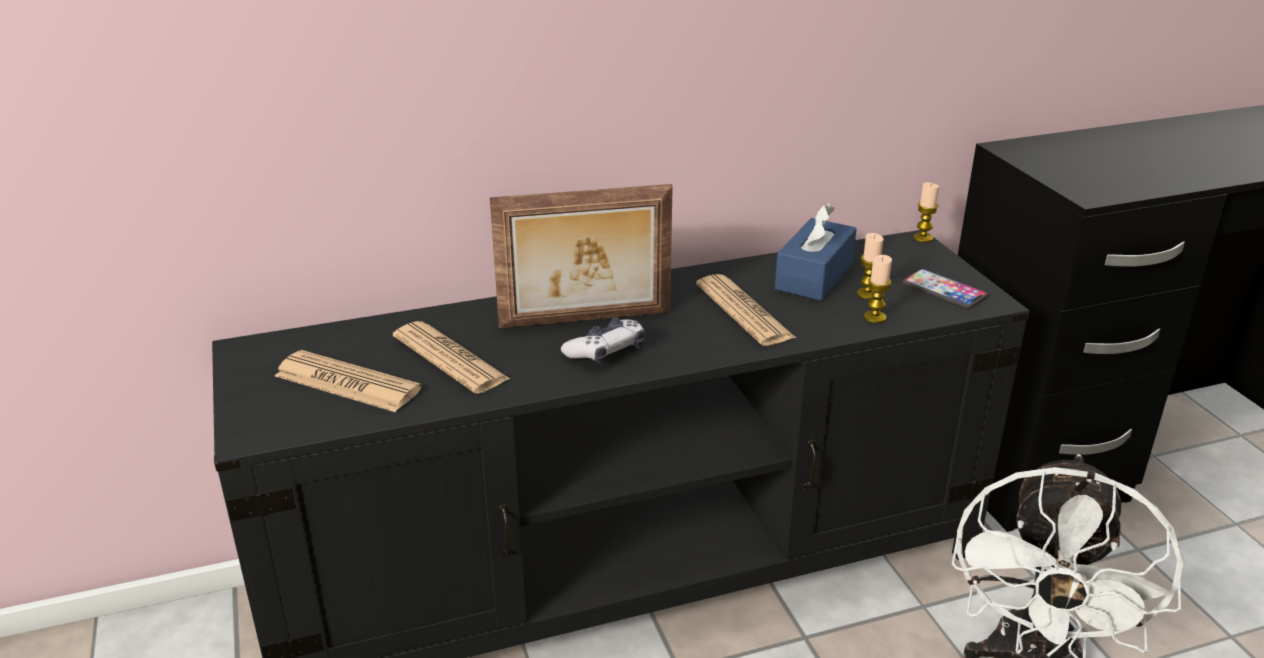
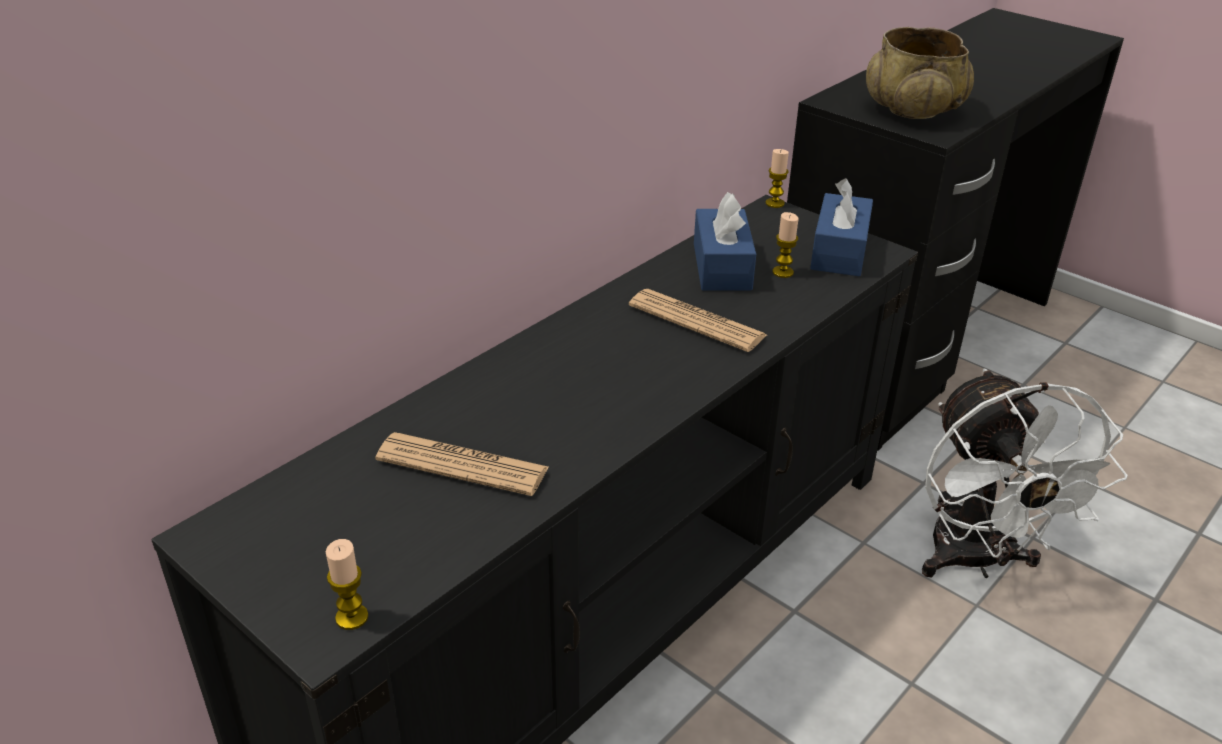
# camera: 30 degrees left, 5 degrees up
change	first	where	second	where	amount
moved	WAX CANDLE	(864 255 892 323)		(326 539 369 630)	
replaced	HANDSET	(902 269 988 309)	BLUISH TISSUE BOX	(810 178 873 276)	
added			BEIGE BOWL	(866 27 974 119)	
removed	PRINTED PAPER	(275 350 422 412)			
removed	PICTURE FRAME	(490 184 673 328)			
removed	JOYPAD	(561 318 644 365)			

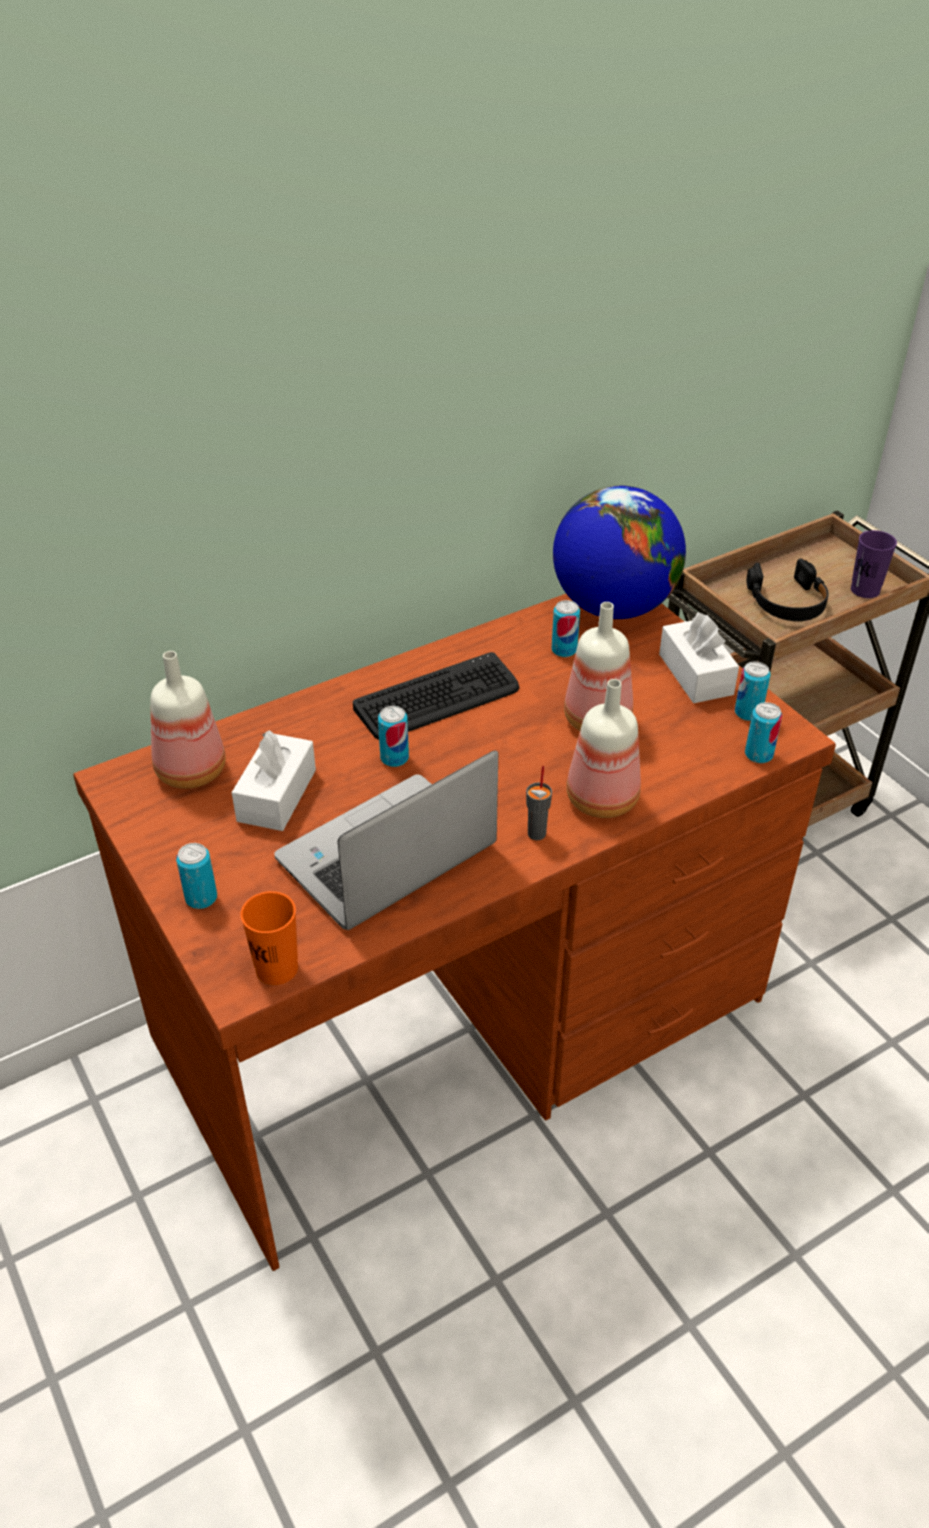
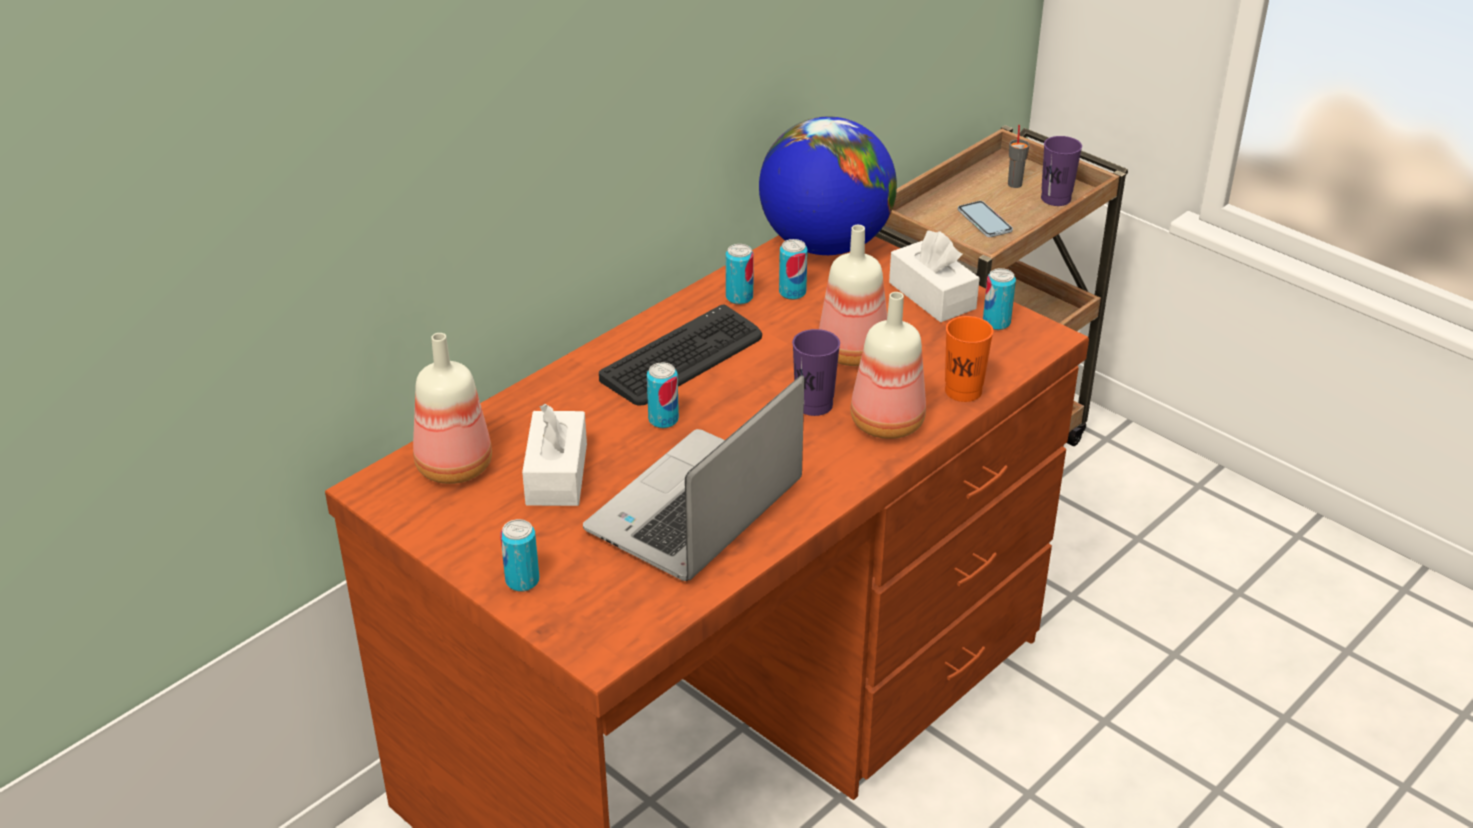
# camera: 15 degrees left, 5 degrees down
change	first	where	second	where	amount
moved	METAL CAN	(745 702 782 763)		(726 244 754 305)	
added			PURPLE CUP	(792 329 840 416)	
moved	ORANGE CUP	(240 891 298 985)		(945 316 993 402)	
replaced	BLACK HEADPHONES	(746 558 829 621)	HANDSET	(958 201 1013 237)	
moved	GREYISH CUP	(526 766 552 840)		(1008 125 1029 188)	

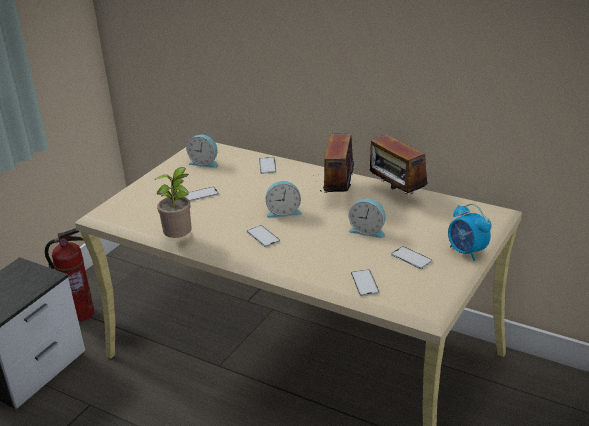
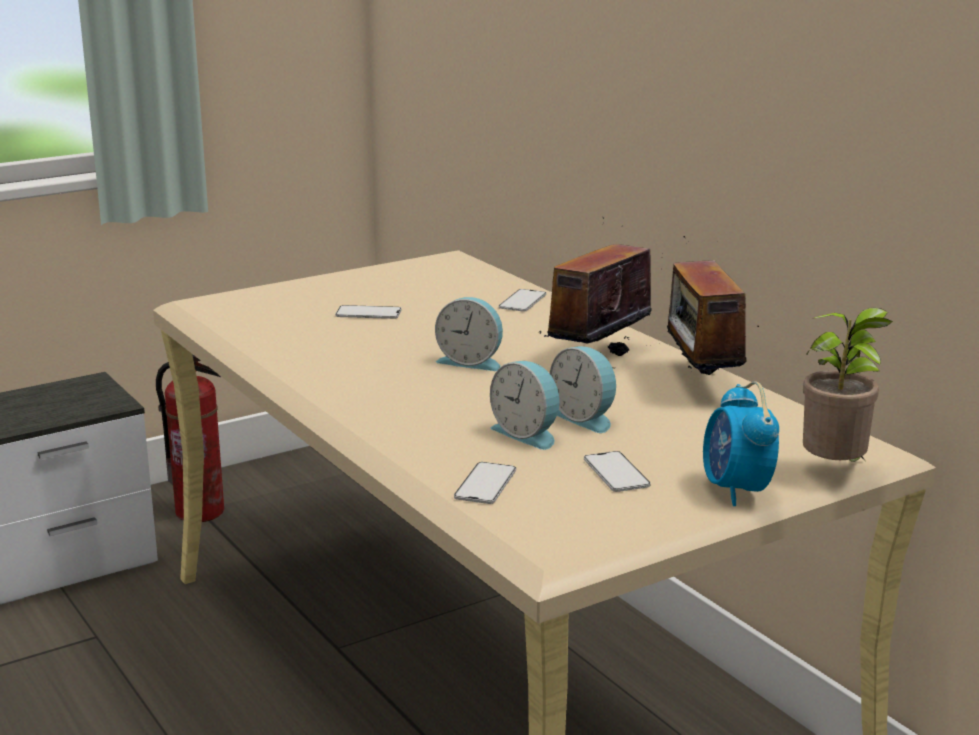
# camera: 25 degrees right, 10 degrees down
change	first	where	second	where	amount
moved	ALARM CLOCK	(186 135 218 168)		(490 361 559 450)	
moved	POTTED PLANT	(154 167 192 238)		(803 308 893 462)	
removed	HANDSET	(247 225 280 247)			

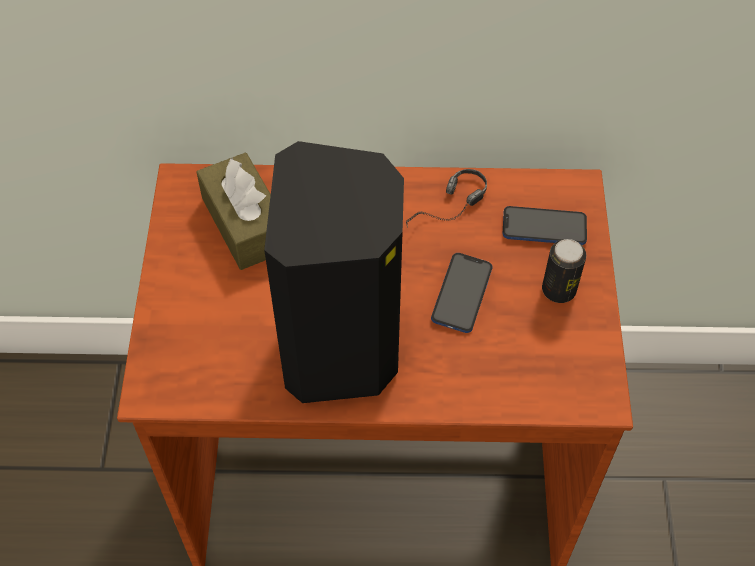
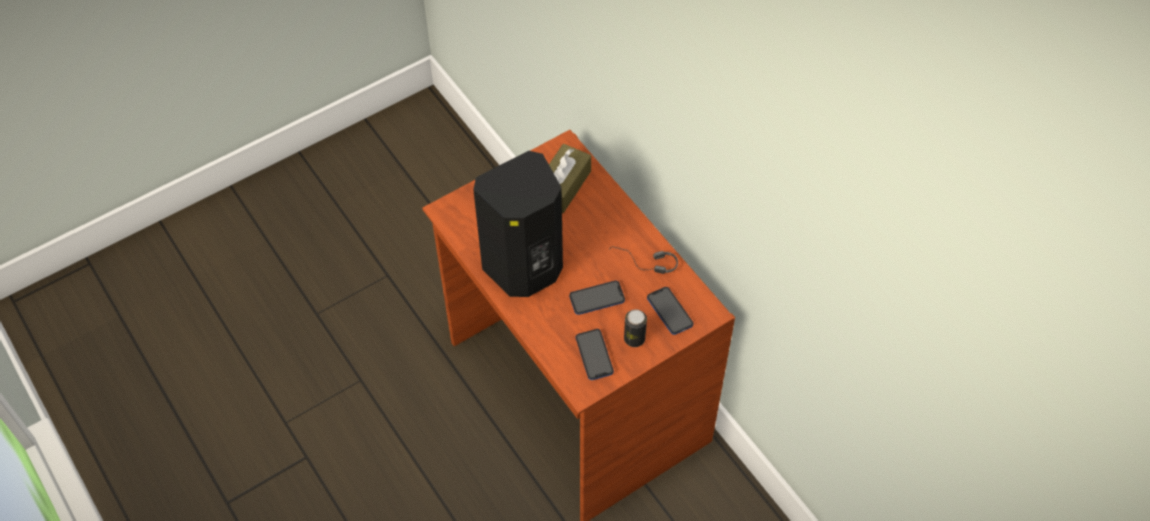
# camera: 55 degrees right, 0 degrees up
change	first	where	second	where	amount
added			HANDSET	(576 329 614 380)	

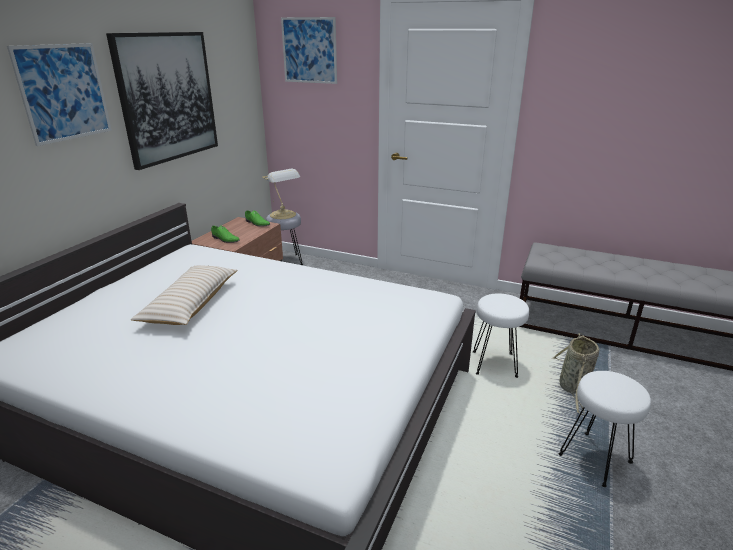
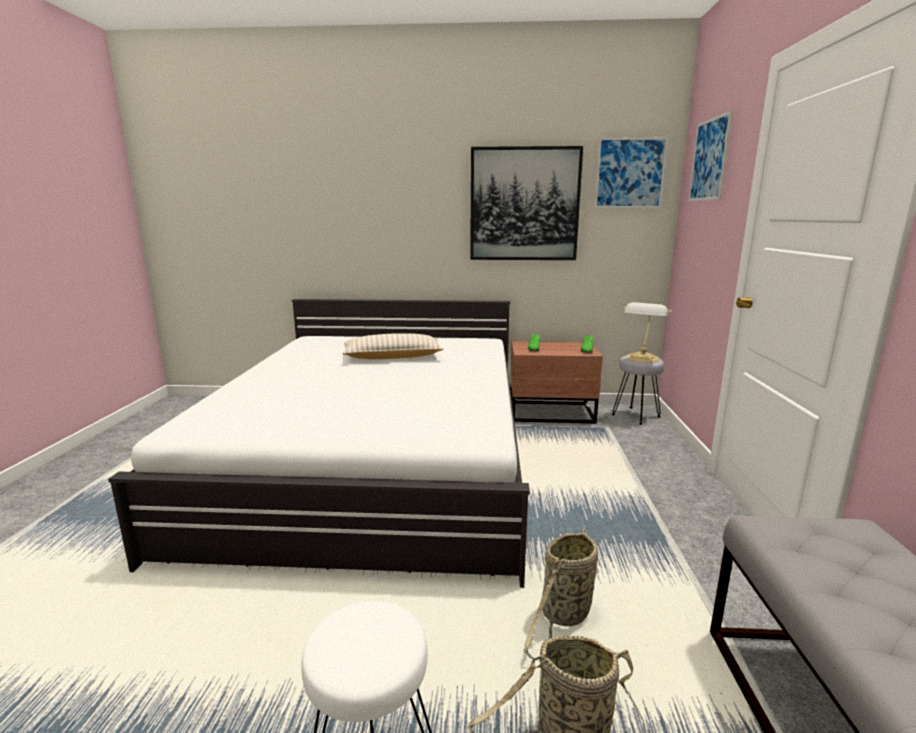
# camera: 70 degrees right, 10 degrees down
change	first	where	second	where	amount
replaced	WHITE SITTING STOOL	(473 293 529 378)	STORAGE BASKET	(524 528 598 661)	
moved	WALL PICTURE	(7 43 112 146)		(594 137 668 208)	

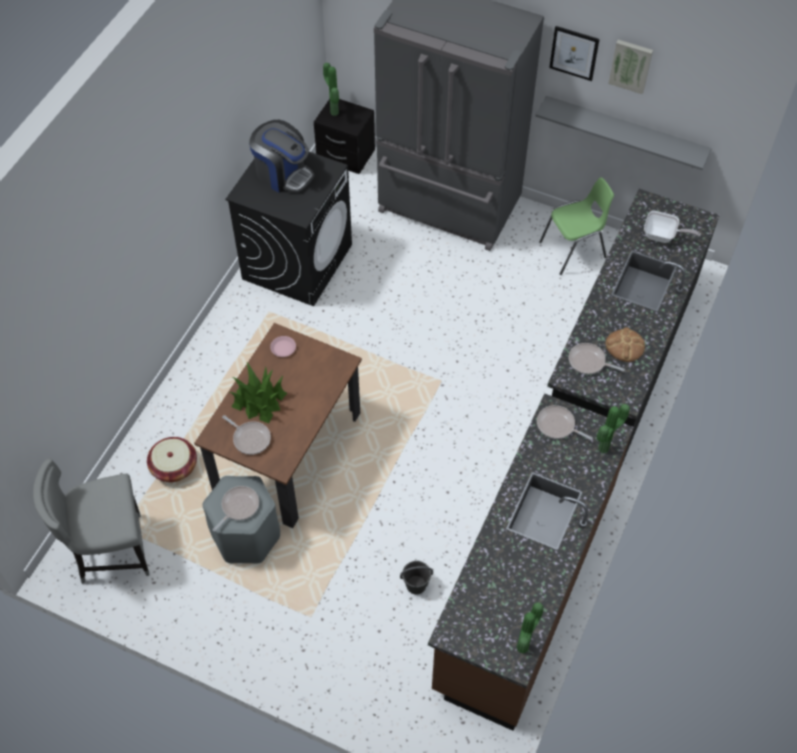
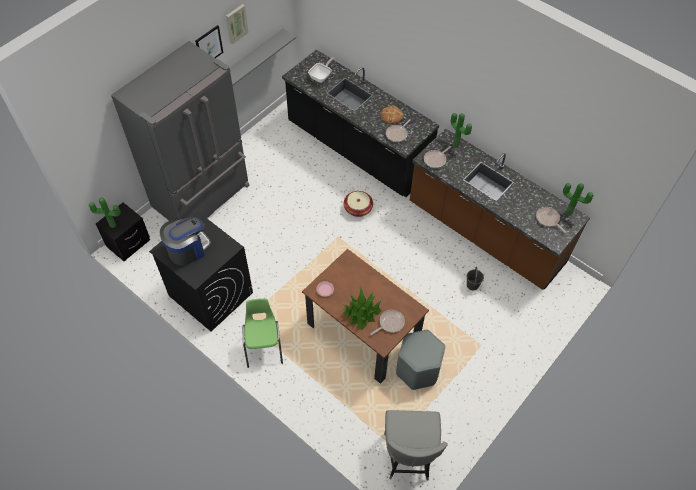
# camera: 75 degrees left, 0 degrees up
change	first	where	second	where	amount
moved	GREEN PLAIN CHAIR	(539 177 614 275)		(243 298 283 368)	
moved	STORAGE BASKET	(147 437 197 482)		(344 191 373 217)	
moved	PAN	(213 486 259 531)		(536 207 567 233)	

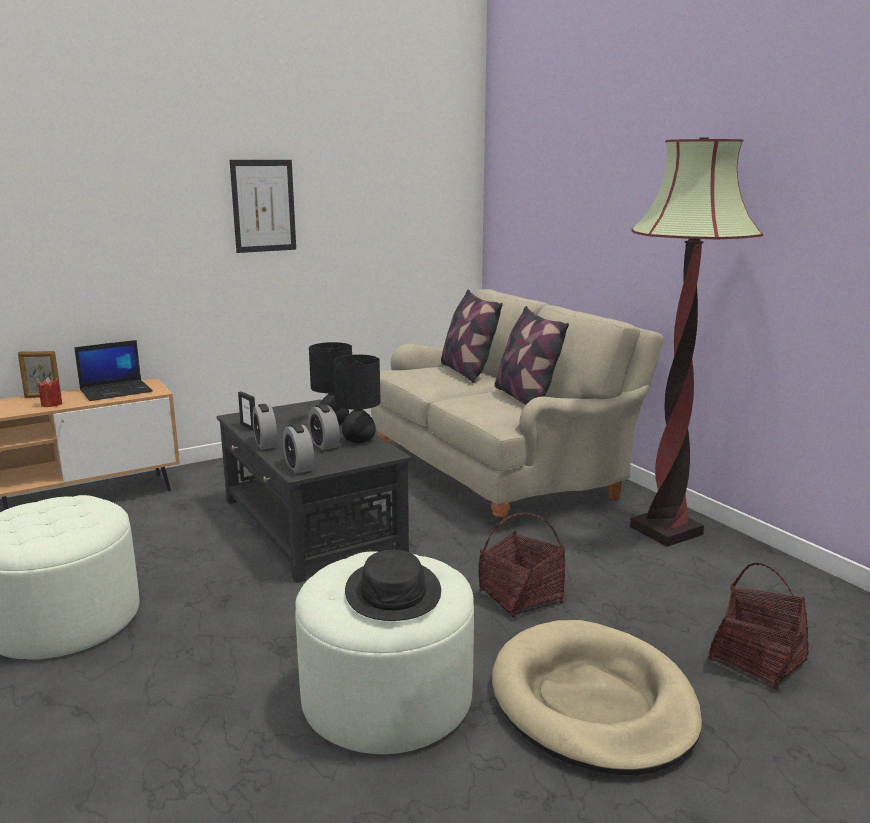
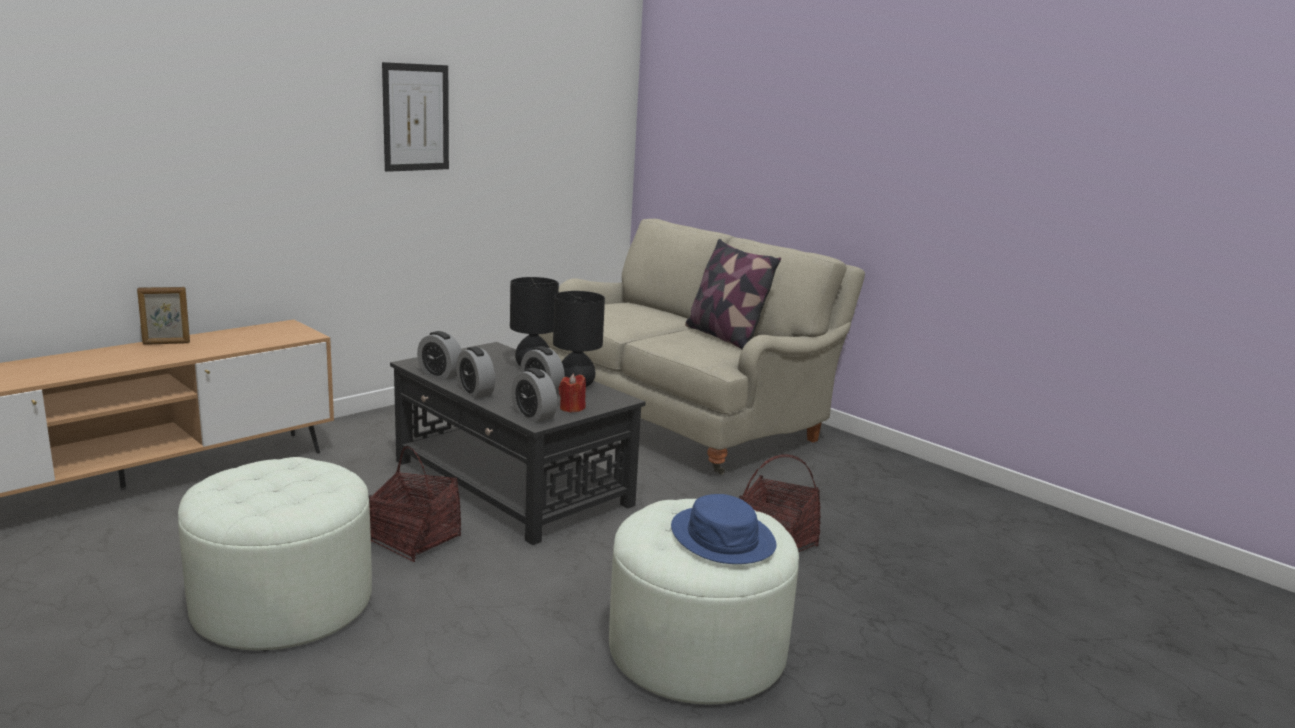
# camera: 15 degrees left, 0 degrees up
change	first	where	second	where	amount
moved	STORAGE BASKET	(708 563 809 691)		(368 446 461 562)	
replaced	PICTURE FRAME	(238 391 255 431)	ALARM CLOCK	(417 331 462 380)	
moved	REDDISH WAX CANDLE	(38 377 62 407)		(559 374 586 413)	
recoloured	BLACK WEARABLE HAT	(345 550 441 621)	BLUISH WEARABLE HAT	(671 494 776 564)	
removed	PORTABLE COMPUTER	(74 340 153 401)			
removed	PILLOW	(441 289 503 383)			
removed	BEIGE DOG BED	(492 620 702 775)			
removed	STANDARD LAMP	(630 137 763 547)			

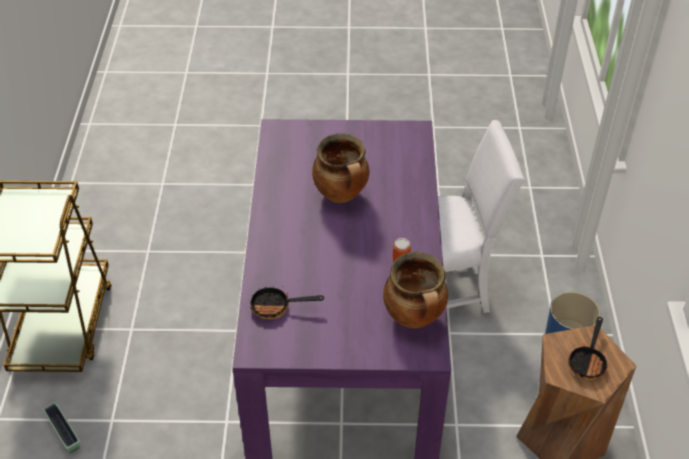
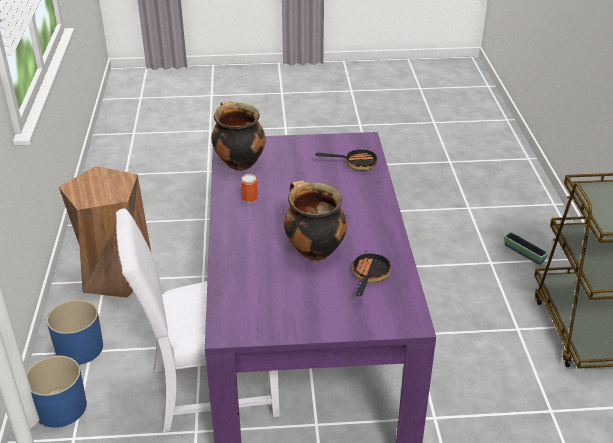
# camera: 175 degrees right, 10 degrees down
change	first	where	second	where	amount
added			BLUISH FLOWER POT	(27 356 87 428)	
moved	PAN	(568 317 608 381)		(352 250 392 296)	

